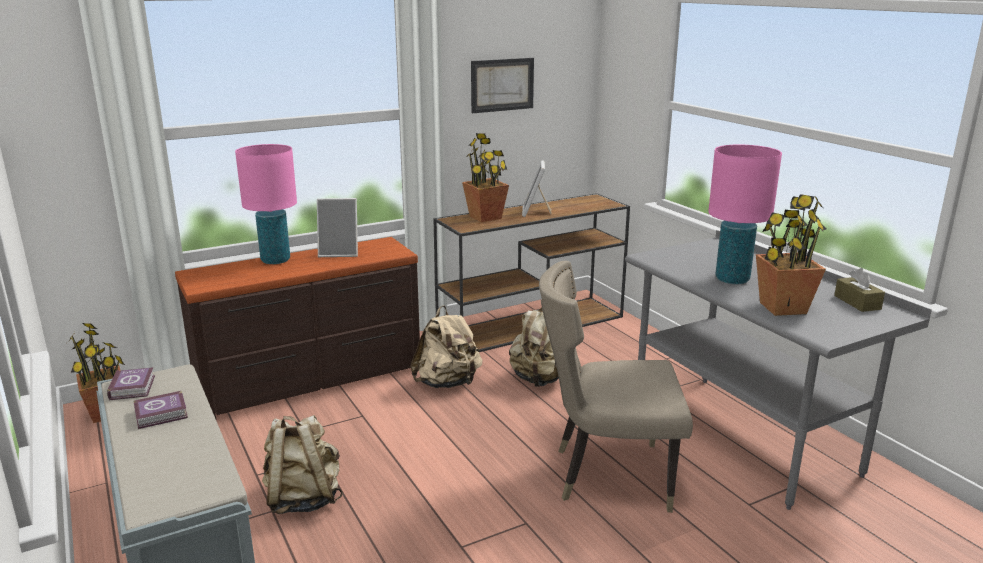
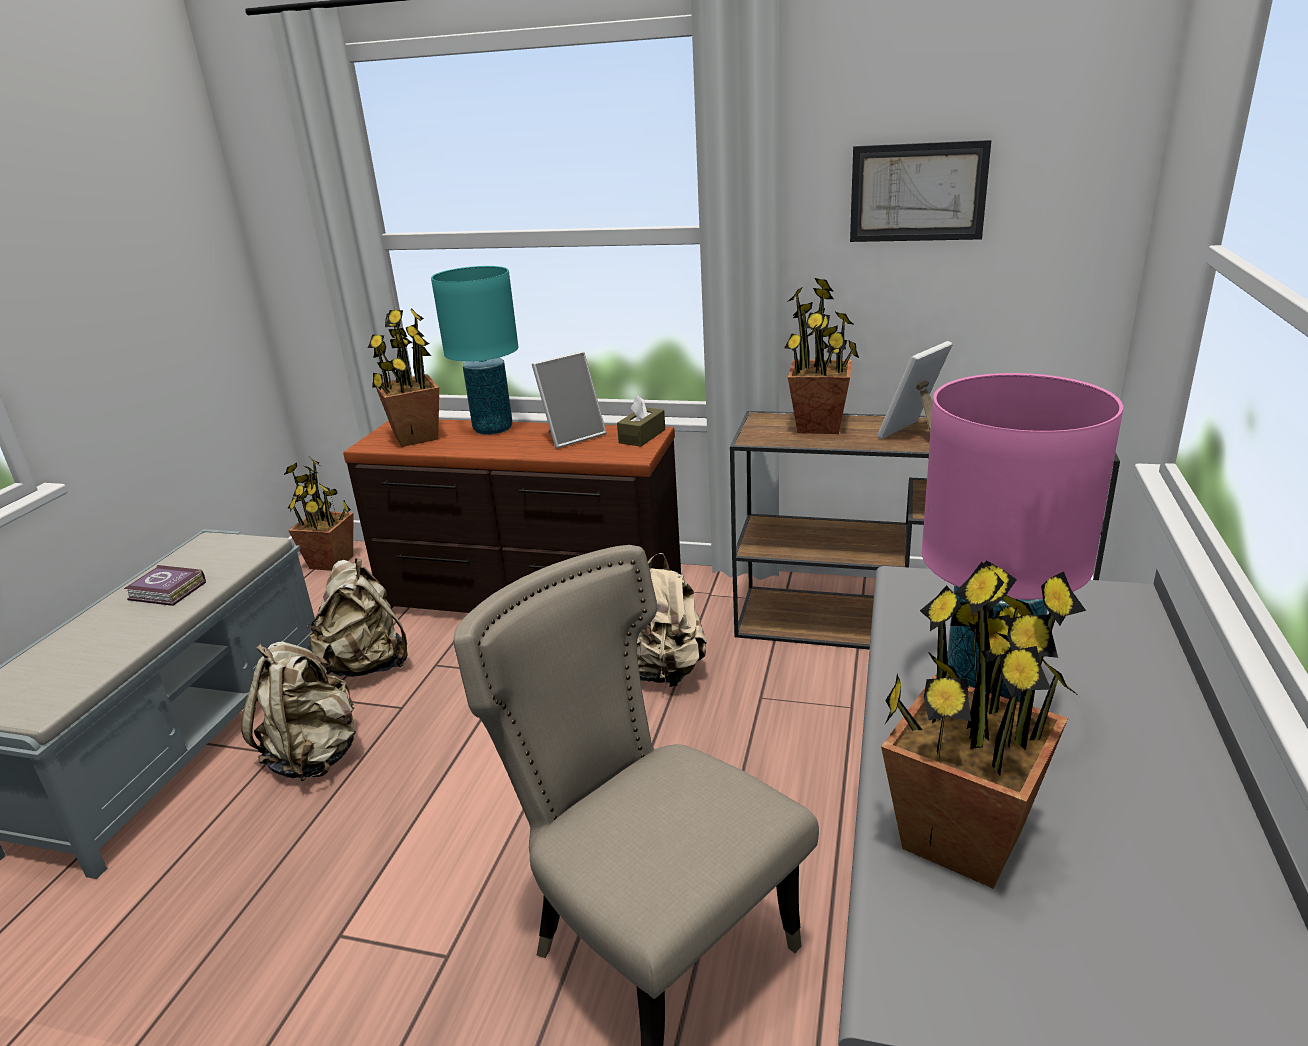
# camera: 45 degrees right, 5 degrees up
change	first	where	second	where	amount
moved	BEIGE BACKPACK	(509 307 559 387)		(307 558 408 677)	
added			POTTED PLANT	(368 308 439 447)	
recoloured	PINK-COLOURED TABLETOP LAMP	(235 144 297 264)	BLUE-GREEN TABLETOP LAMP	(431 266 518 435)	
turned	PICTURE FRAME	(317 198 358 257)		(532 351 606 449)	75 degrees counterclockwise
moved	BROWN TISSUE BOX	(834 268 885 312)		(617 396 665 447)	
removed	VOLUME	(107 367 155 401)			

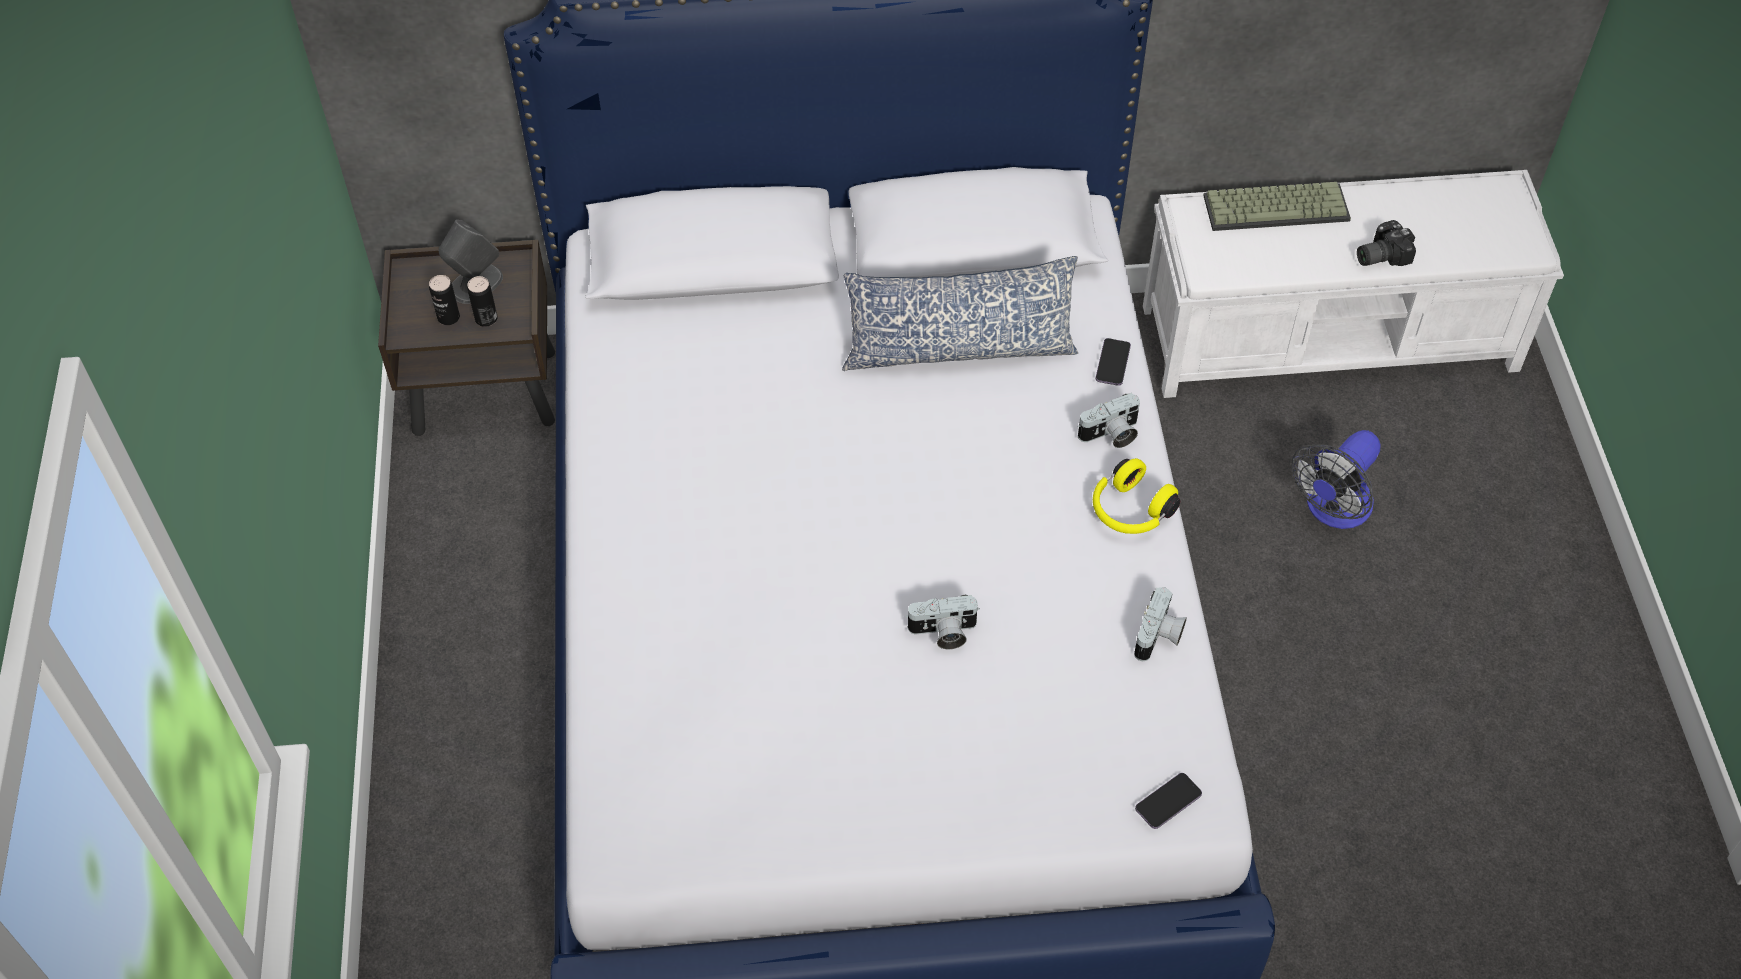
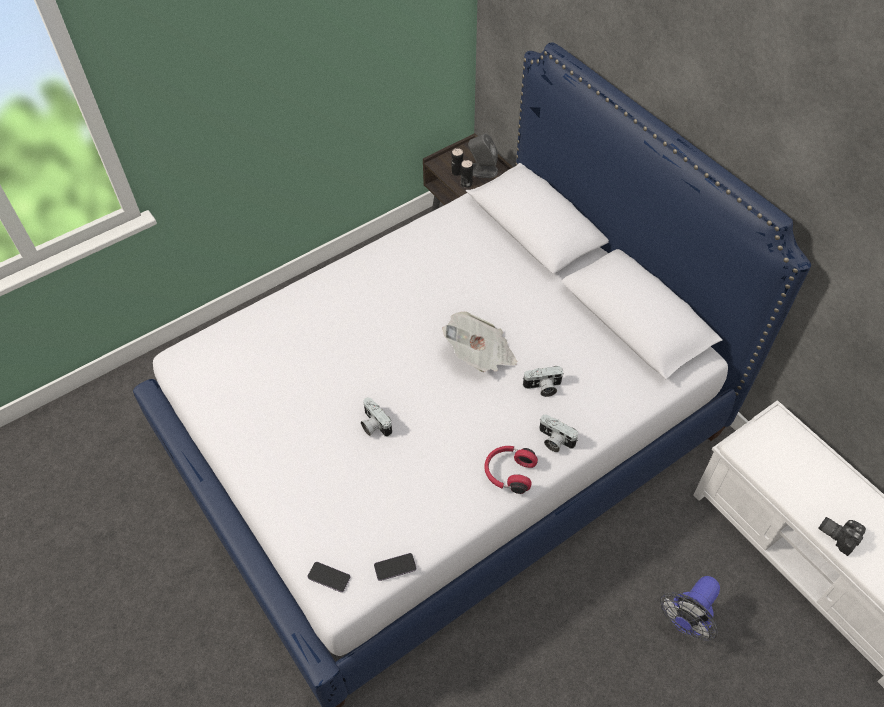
# camera: 60 degrees right, 0 degrees up
change	first	where	second	where	amount
moved	HANDSET	(1096 338 1131 386)		(374 553 416 581)	
added			PRINTED PAPER	(442 312 517 372)	
recoloured	YELLOW-COLOURED HEADPHONES	(1093 458 1180 534)	REDDISH HEADPHONES	(484 446 538 494)	
moved	STILL CAMERA	(1134 587 1187 661)		(522 366 564 397)	
turned	FAN	(1292 430 1380 529)		(660 576 720 640)	60 degrees counterclockwise
removed	PILLOW	(842 256 1078 371)			
removed	KEYBOARD	(1203 182 1351 231)			

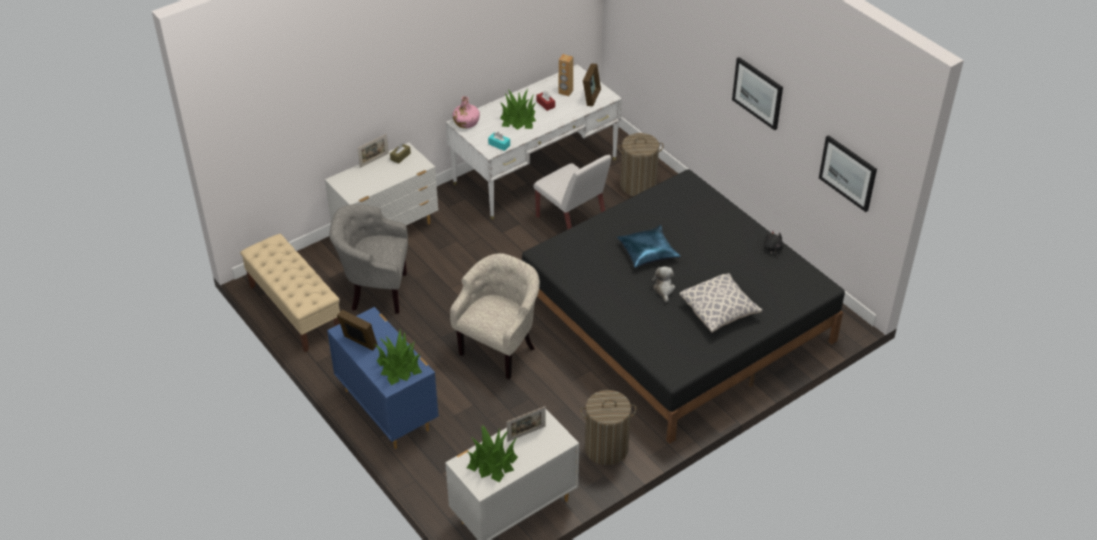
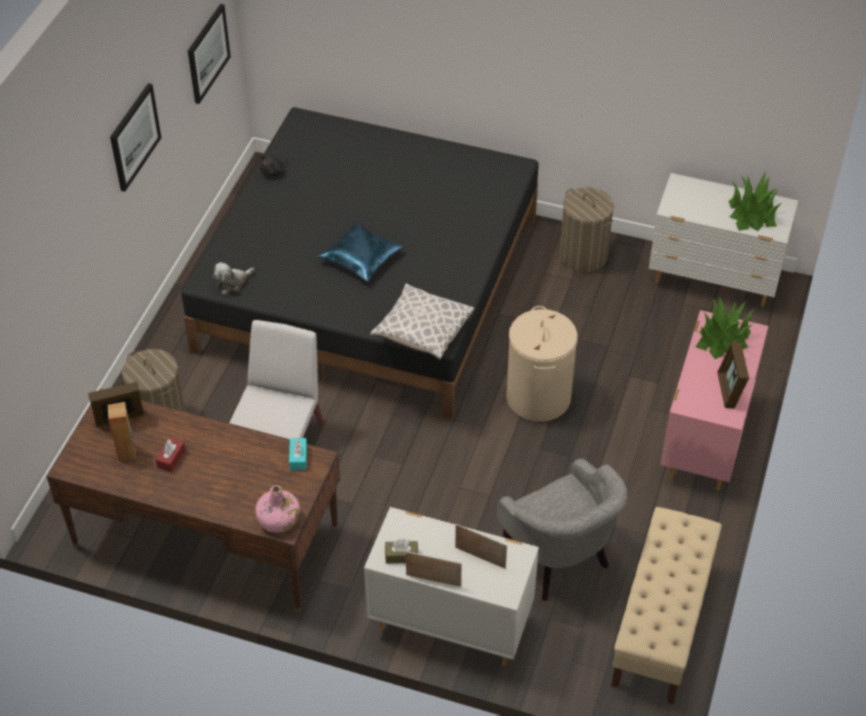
# camera: 125 degrees left, 5 degrees up
change	first	where	second	where	amount
recoloured	WHITE DESK TABLE	(446 64 622 220)	BROWN DESK TABLE	(47 389 340 613)	
moved	PLUSH TOY	(652 266 675 303)		(213 262 255 295)	
moved	PILLOW	(680 273 762 333)		(370 283 474 360)	
moved	PICTURE FRAME	(507 406 545 442)		(455 524 507 569)	
replaced	BEIGE EASY CHAIR	(450 253 540 379)	BEIGE LAUNDRY BASKET	(506 306 578 422)	
recoloured	BLUISH DRESSER	(327 307 439 449)	PINK-COLOURED DRESSER	(660 310 768 491)	
removed	POTTED PLANT	(500 88 536 130)			

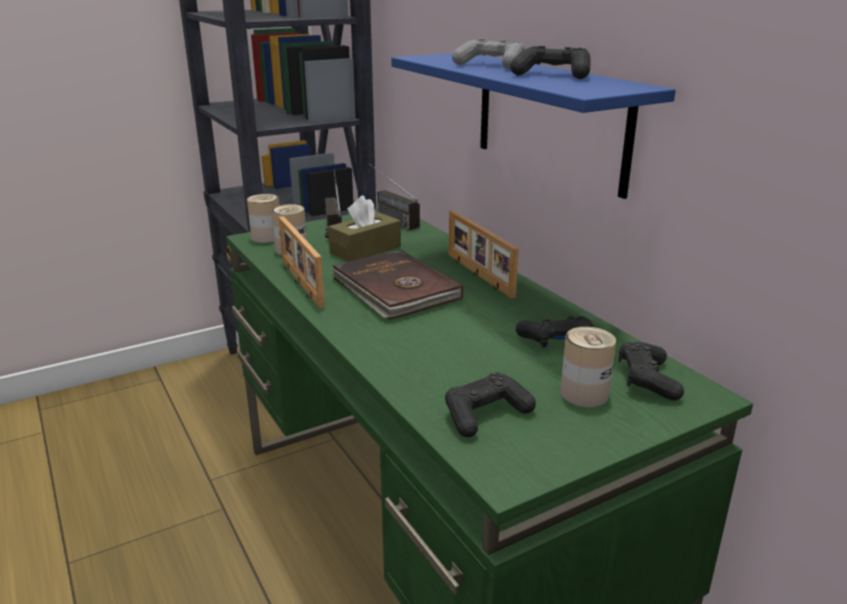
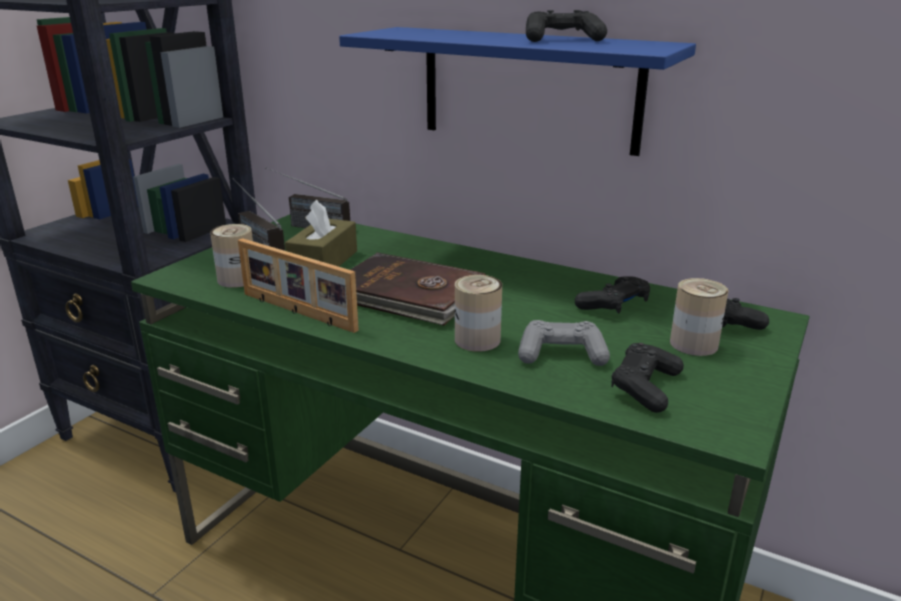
# camera: 30 degrees left, 0 degrees up
change	first	where	second	where	amount
moved	METAL CAN	(247 194 279 243)		(455 275 502 352)	
moved	GREYISH JOYPAD	(452 39 524 69)		(518 320 610 366)	
removed	PICTURE FRAME	(449 210 519 299)			

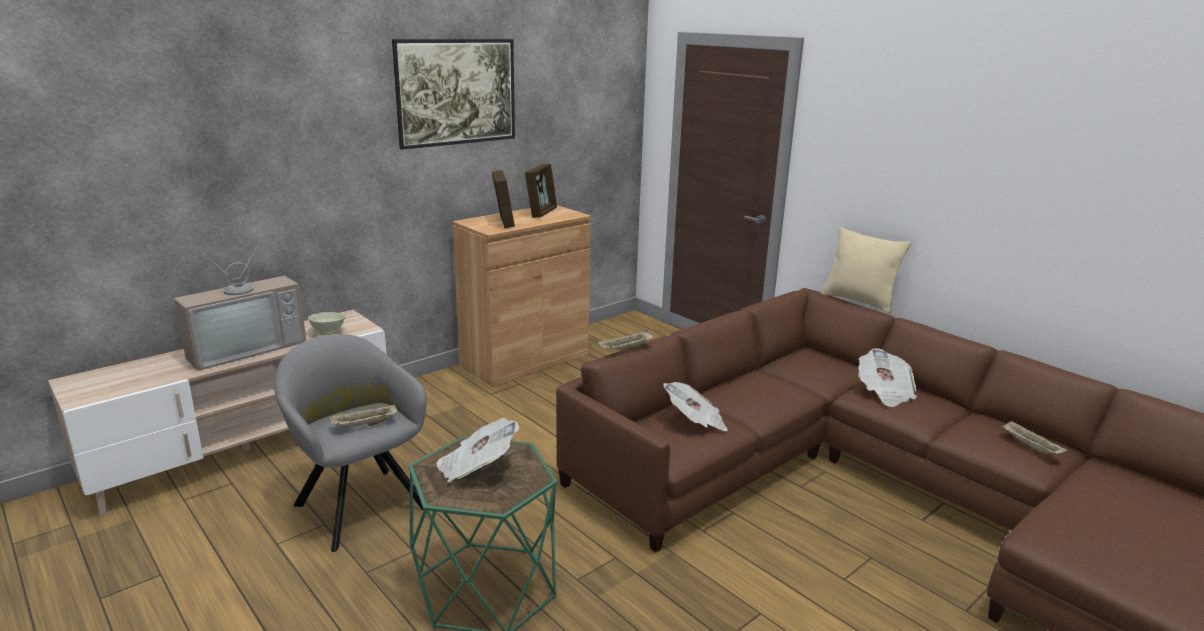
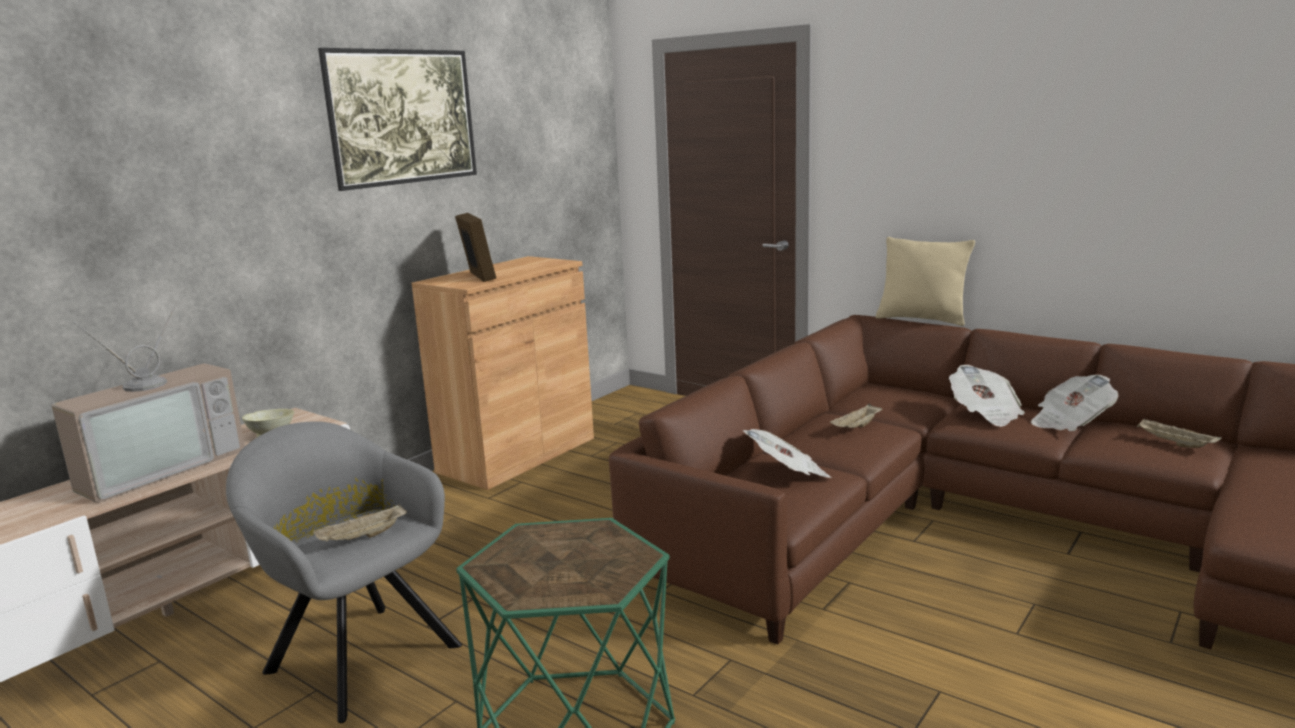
# camera: 10 degrees left, 5 degrees down
change	first	where	second	where	amount
moved	BEIGE CARRYING TRAY	(597 330 654 350)		(830 403 882 428)	
moved	PRINTED PAPER	(436 418 519 482)		(1031 375 1118 431)	
removed	PICTURE FRAME	(525 164 557 218)			

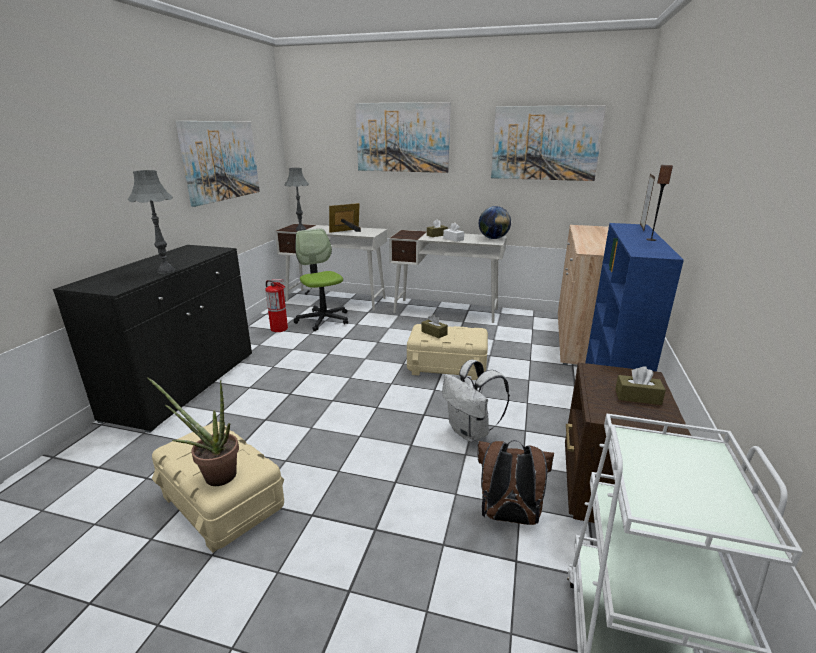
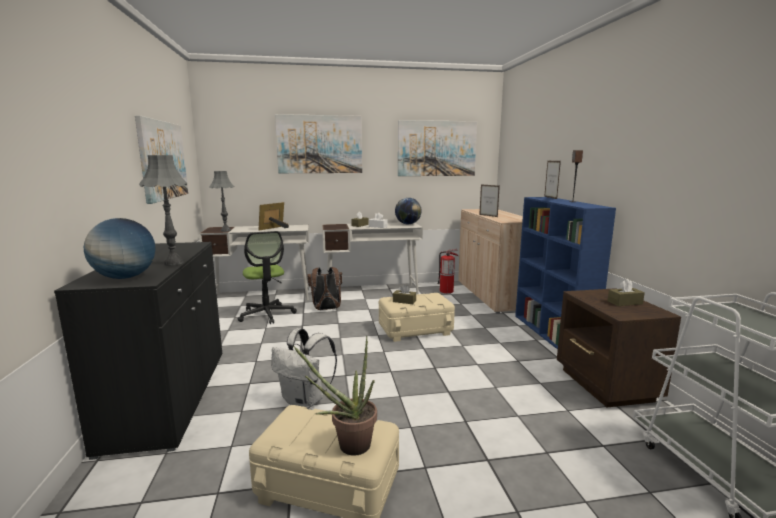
# camera: 25 degrees left, 10 degrees down
change	first	where	second	where	amount
added			DESK GLOBE	(84 218 155 279)	
turned	OFFICE CHAIR	(294 228 348 331)		(238 231 297 324)	150 degrees counterclockwise
moved	WHITE BACKPACK	(442 359 510 442)		(271 328 337 409)	
moved	BROWN BACKPACK	(478 440 554 525)		(307 267 342 310)	
moved	FIRE-FIGHTING CYLINDER	(265 279 288 332)		(437 249 458 293)	
added			PICTURE FRAME	(479 185 500 217)	

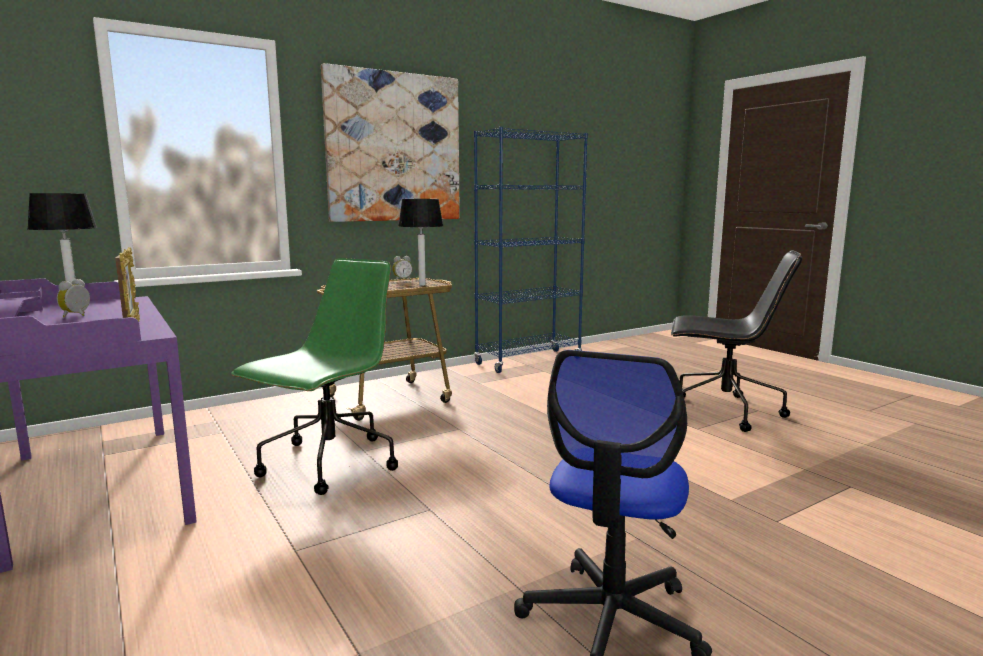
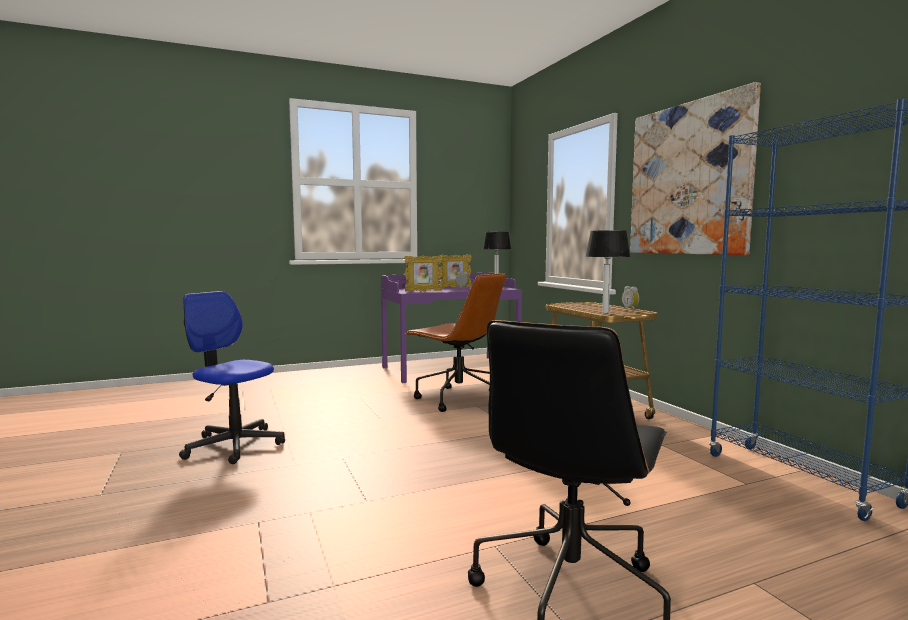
# camera: 100 degrees right, 5 degrees down
change	first	where	second	where	amount
recoloured	GREEN OFFICE CHAIR	(231 258 398 495)	BROWN OFFICE CHAIR	(405 273 506 412)	
added			PICTURE FRAME	(440 254 472 288)	

